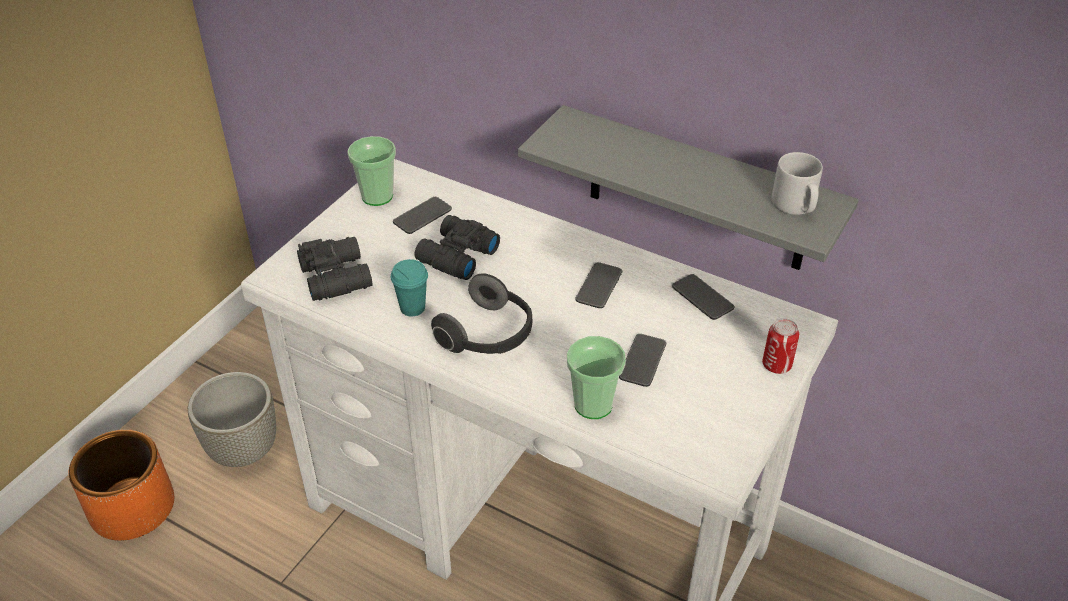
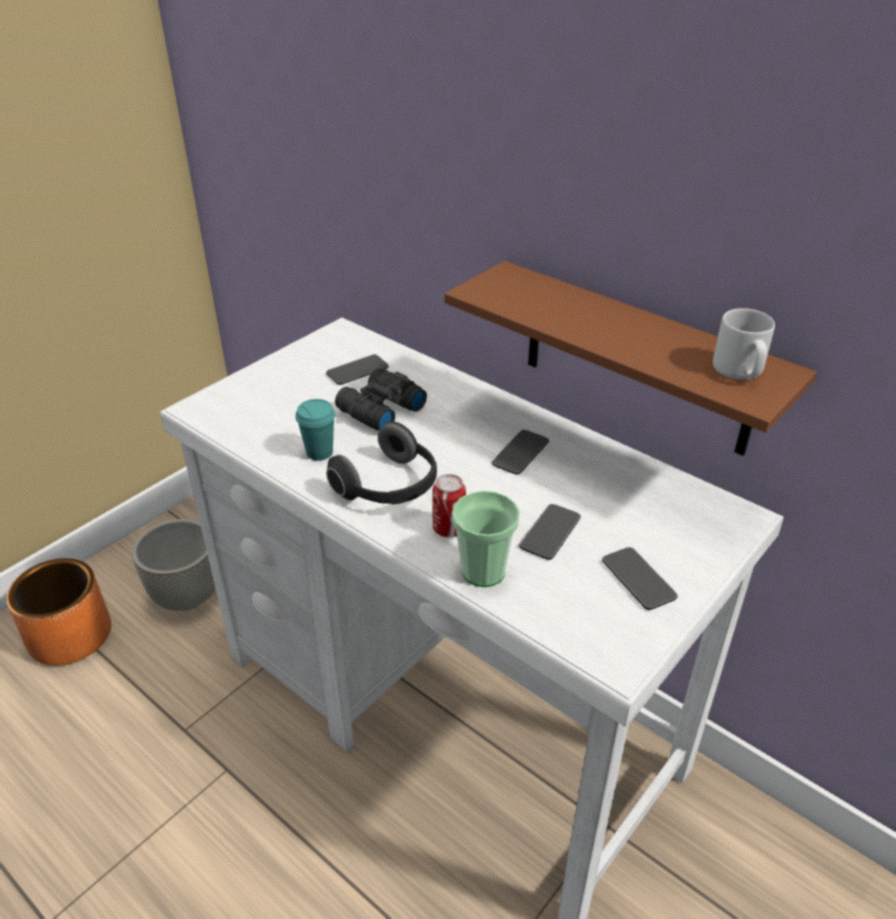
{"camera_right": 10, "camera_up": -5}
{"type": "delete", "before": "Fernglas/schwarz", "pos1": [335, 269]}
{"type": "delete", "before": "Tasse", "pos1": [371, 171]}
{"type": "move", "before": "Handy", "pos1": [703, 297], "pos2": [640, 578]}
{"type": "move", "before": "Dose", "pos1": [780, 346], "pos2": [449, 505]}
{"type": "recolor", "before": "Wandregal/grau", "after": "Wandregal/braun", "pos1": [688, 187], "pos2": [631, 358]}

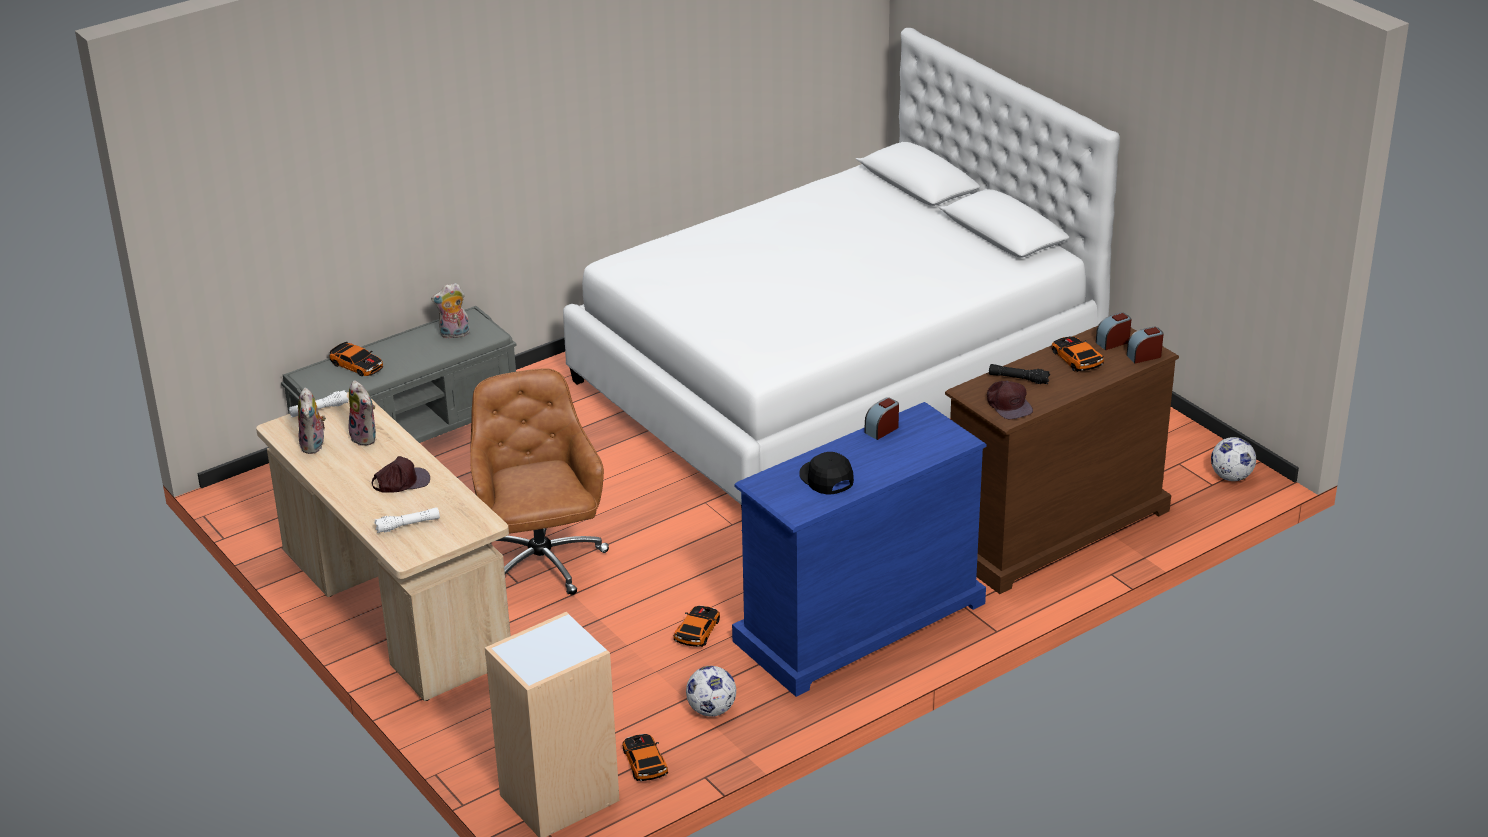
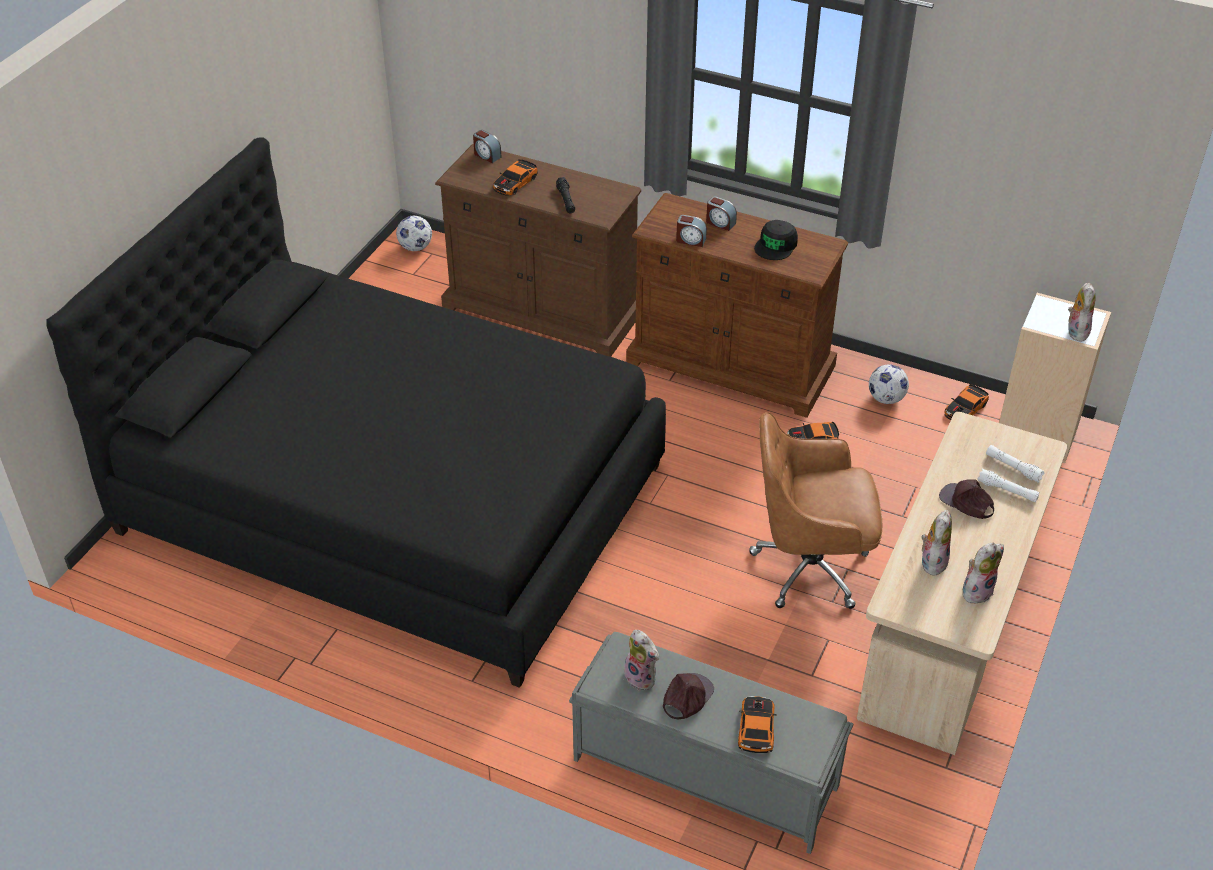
{"camera_right": -120, "camera_up": 10}
{"type": "insert", "after": "Plüschtier", "pos2": [1081, 312]}
{"type": "move", "before": "Taschenlampe/weiß", "pos1": [319, 403], "pos2": [1008, 485]}
{"type": "move", "before": "Kappe/braun", "pos1": [1010, 400], "pos2": [688, 696]}
{"type": "move", "before": "Wecker", "pos1": [1113, 331], "pos2": [721, 214]}
{"type": "recolor", "before": "Bett/weiß", "after": "Bett/schwarz", "pos1": [841, 268], "pos2": [356, 412]}
{"type": "recolor", "before": "Kommode/blau", "after": "Kommode/braun", "pos1": [859, 549], "pos2": [737, 305]}
{"type": "rotate", "before": "Bürostuhl/braun", "pos1": [539, 481], "pos2": [815, 510], "turn": 45}

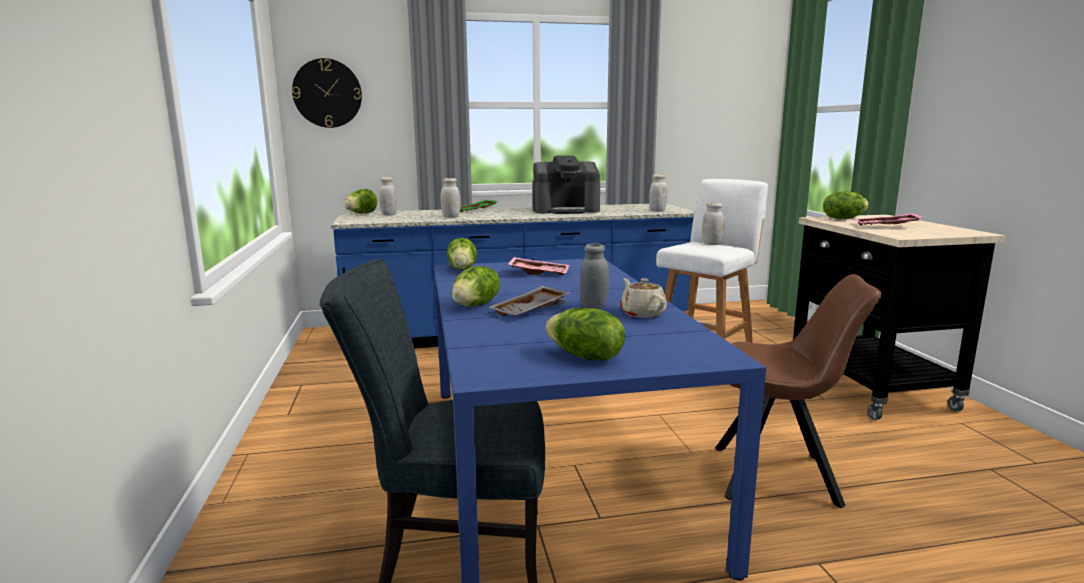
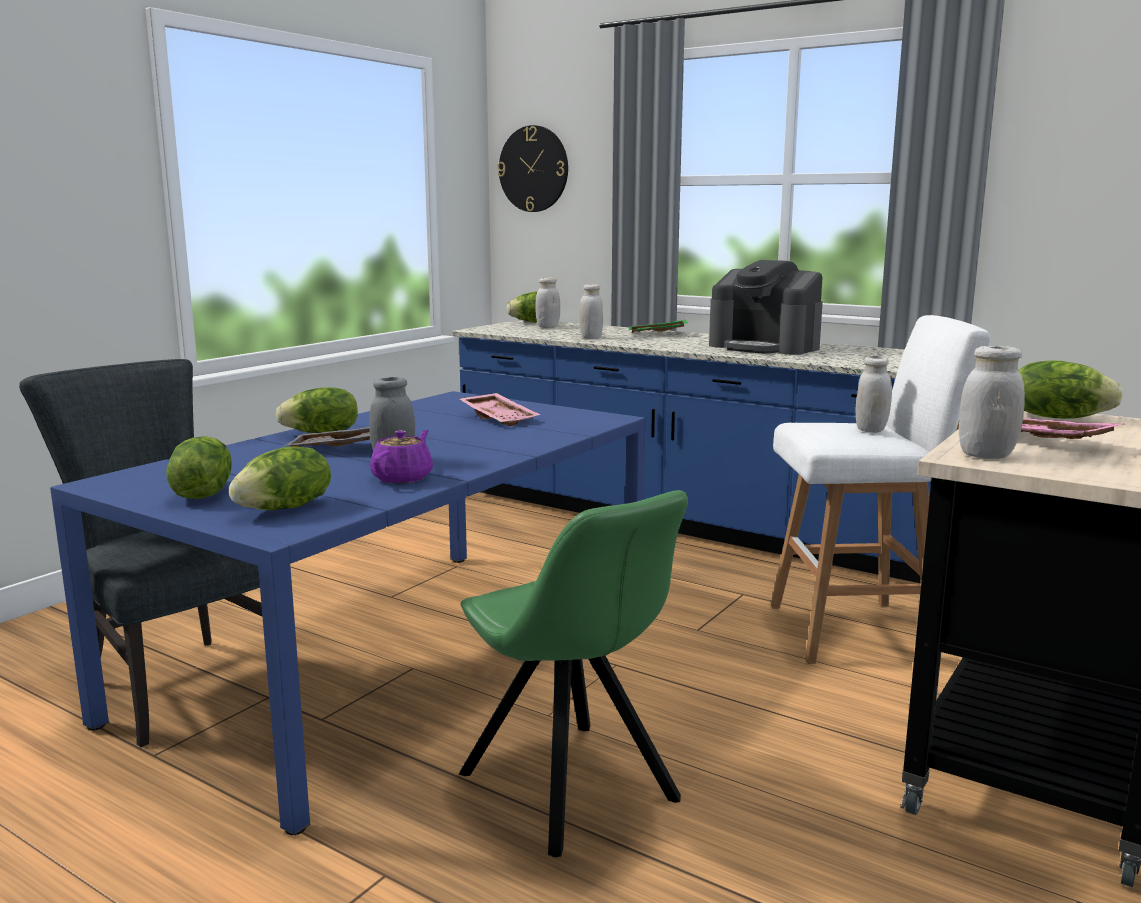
{"camera_right": 45, "camera_up": 0}
{"type": "move", "before": "Salatkopf", "pos1": [462, 254], "pos2": [280, 478]}
{"type": "move", "before": "Vorratsglas/weiß", "pos1": [658, 193], "pos2": [992, 402]}
{"type": "recolor", "before": "Teekanne/beige", "after": "Teekanne/lila", "pos1": [643, 298], "pos2": [401, 457]}
{"type": "recolor", "before": "Stuhl/braun", "after": "Stuhl/grün", "pos1": [798, 391], "pos2": [573, 673]}

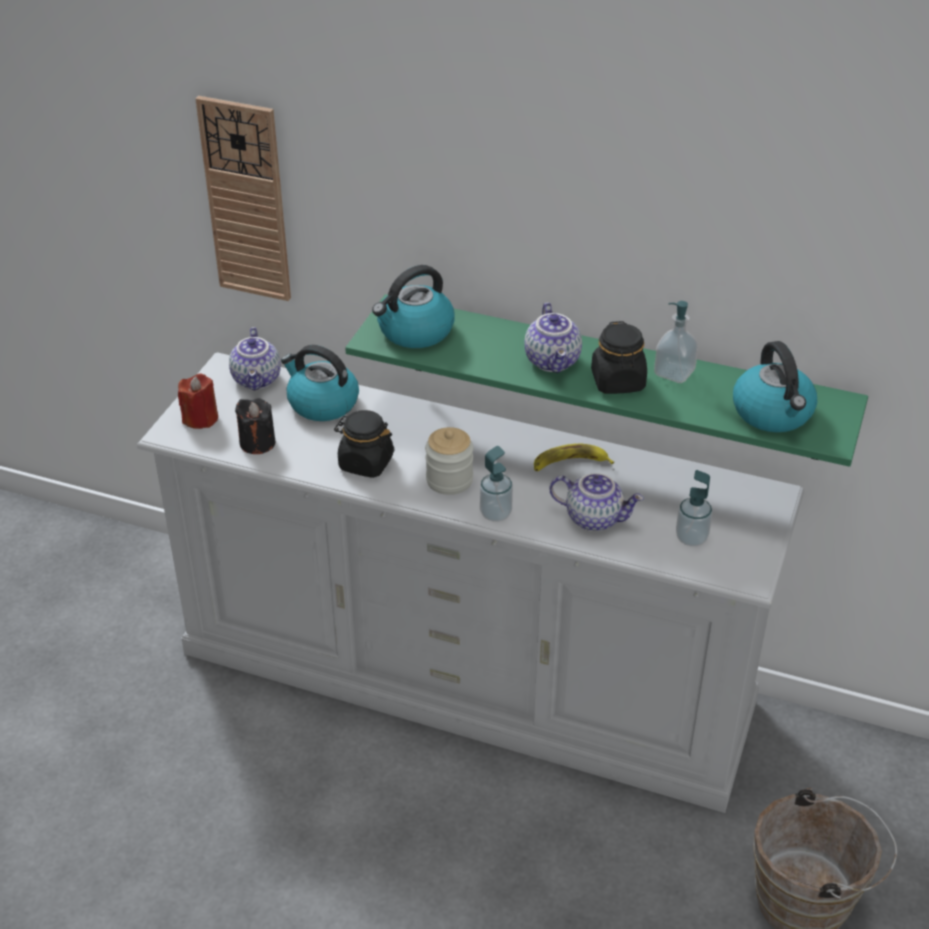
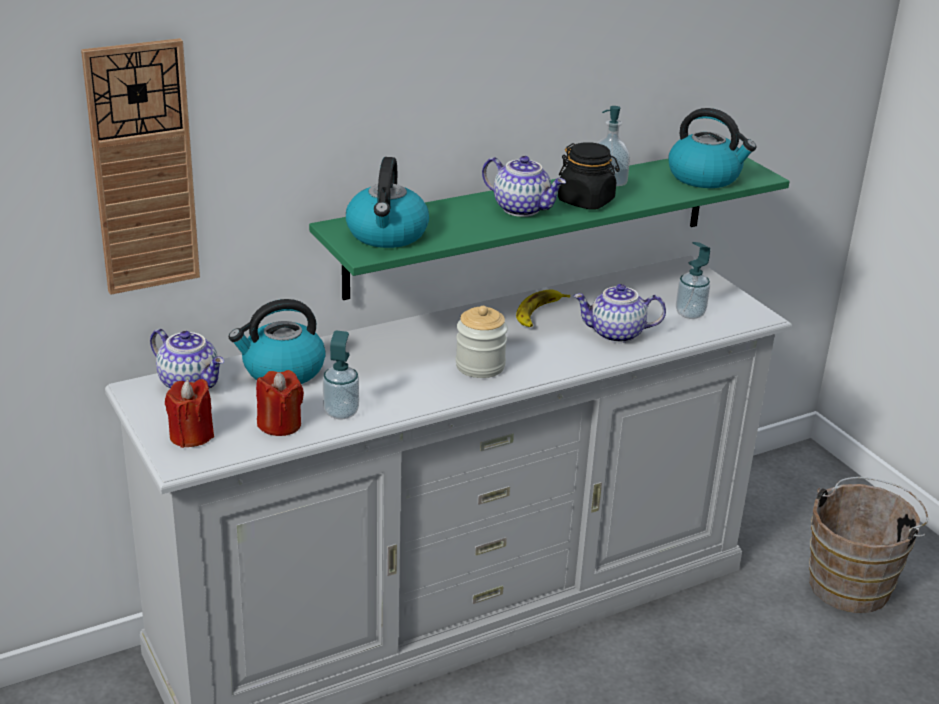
{"camera_right": -50, "camera_up": -10}
{"type": "delete", "before": "Vorratsglas/schwarz", "pos1": [364, 444]}
{"type": "move", "before": "Seifenspender", "pos1": [496, 484], "pos2": [341, 374]}
{"type": "recolor", "before": "Kerze/schwarz", "after": "Kerze/rot", "pos1": [255, 426], "pos2": [280, 403]}
{"type": "rotate", "before": "Teekanne", "pos1": [597, 502], "pos2": [619, 313], "turn": -150}

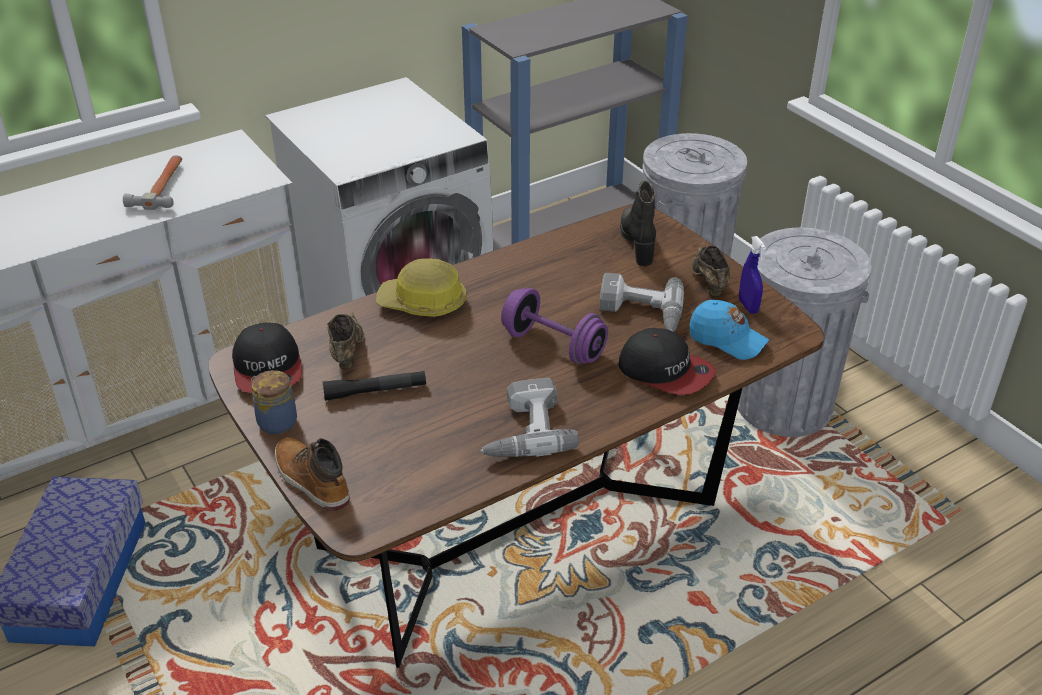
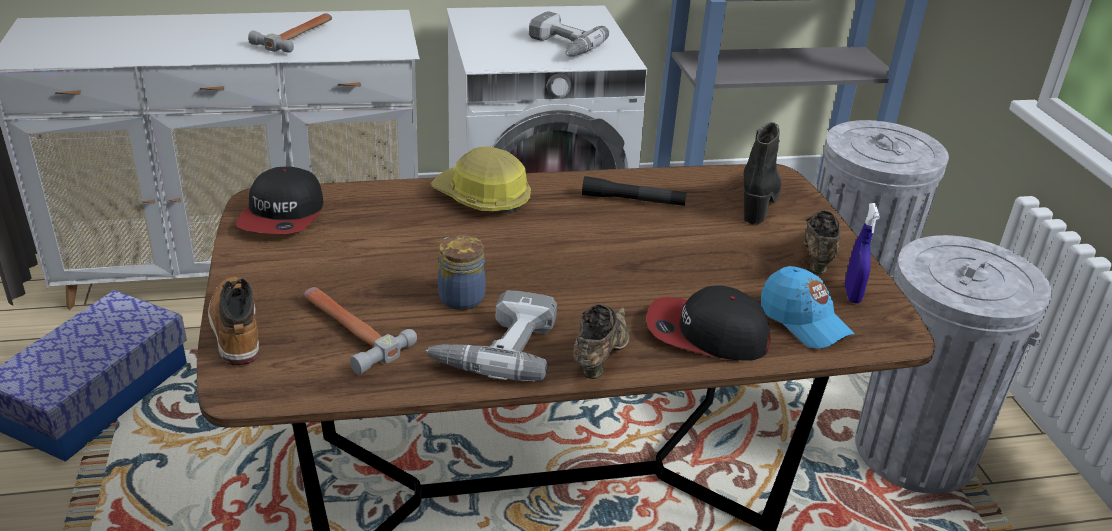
{"camera_right": 20, "camera_up": -5}
{"type": "delete", "before": "Hantel/lila", "pos1": [554, 326]}
{"type": "insert", "after": "Hammer", "pos2": [360, 331]}
{"type": "move", "before": "Vorratsglas", "pos1": [274, 402], "pos2": [462, 272]}
{"type": "move", "before": "Taschenlampe/schwarz", "pos1": [374, 386], "pos2": [634, 191]}
{"type": "move", "before": "Schuh/braun", "pos1": [345, 340], "pos2": [601, 341]}
{"type": "move", "before": "Bohrmaschine", "pos1": [641, 302], "pos2": [569, 34]}
{"type": "rotate", "before": "Kappe", "pos1": [667, 361], "pos2": [708, 323], "turn": 135}

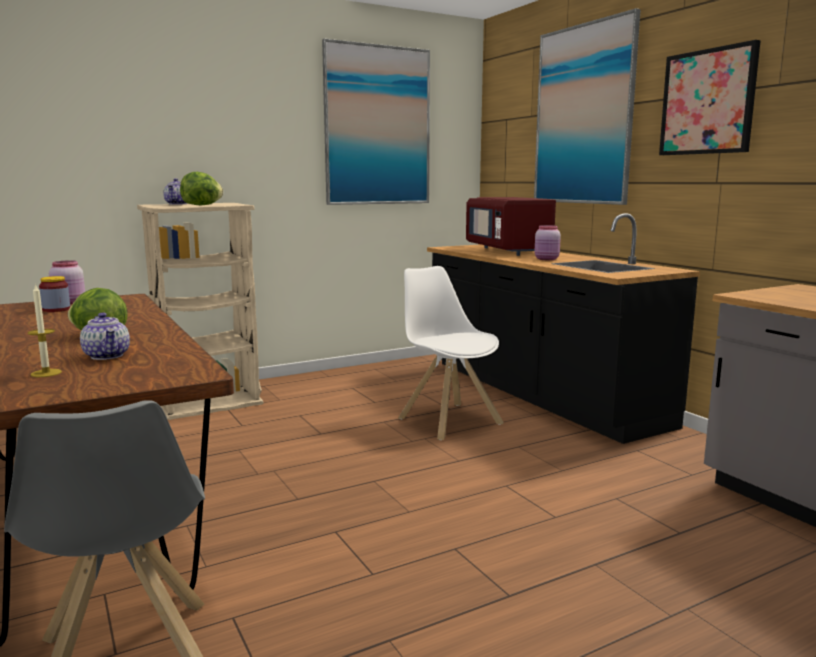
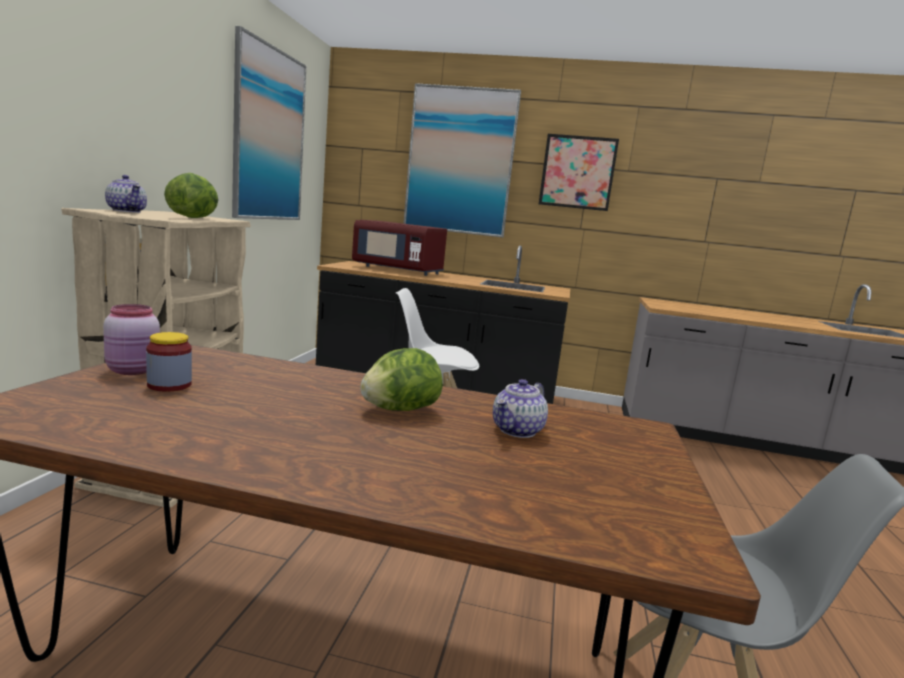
{"camera_right": -50, "camera_up": 0}
{"type": "delete", "before": "Kerze", "pos1": [45, 330]}
{"type": "delete", "before": "Vorratsglas/rosa", "pos1": [548, 242]}
{"type": "rotate", "before": "Teekanne", "pos1": [105, 336], "pos2": [520, 408], "turn": 120}

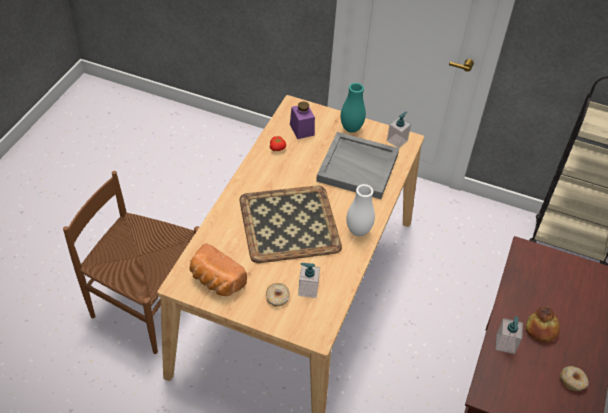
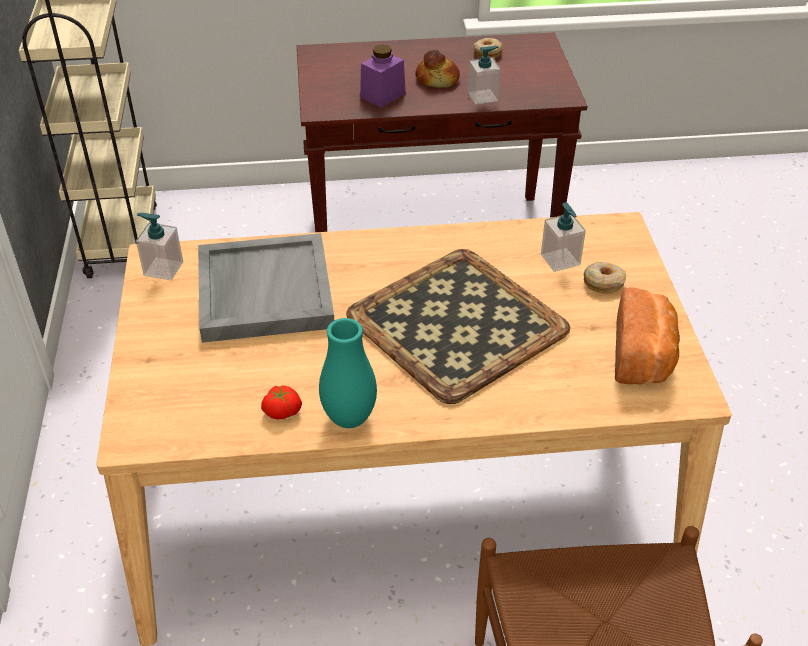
{"camera_right": -115, "camera_up": -5}
{"type": "delete", "before": "Vase/weiß", "pos1": [360, 210]}
{"type": "move", "before": "Vorratsglas/lila", "pos1": [302, 120], "pos2": [383, 76]}
{"type": "move", "before": "Vase/türkis", "pos1": [353, 108], "pos2": [348, 373]}

